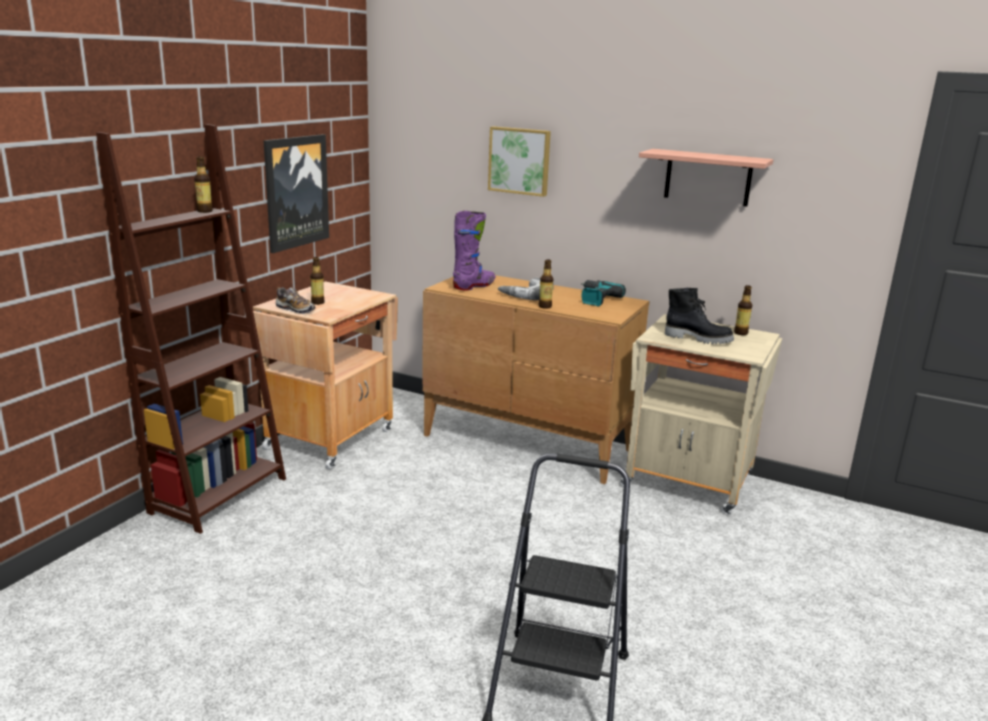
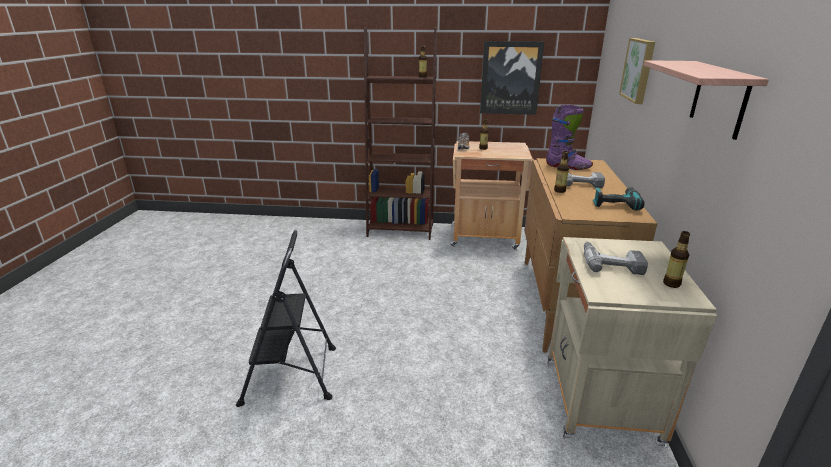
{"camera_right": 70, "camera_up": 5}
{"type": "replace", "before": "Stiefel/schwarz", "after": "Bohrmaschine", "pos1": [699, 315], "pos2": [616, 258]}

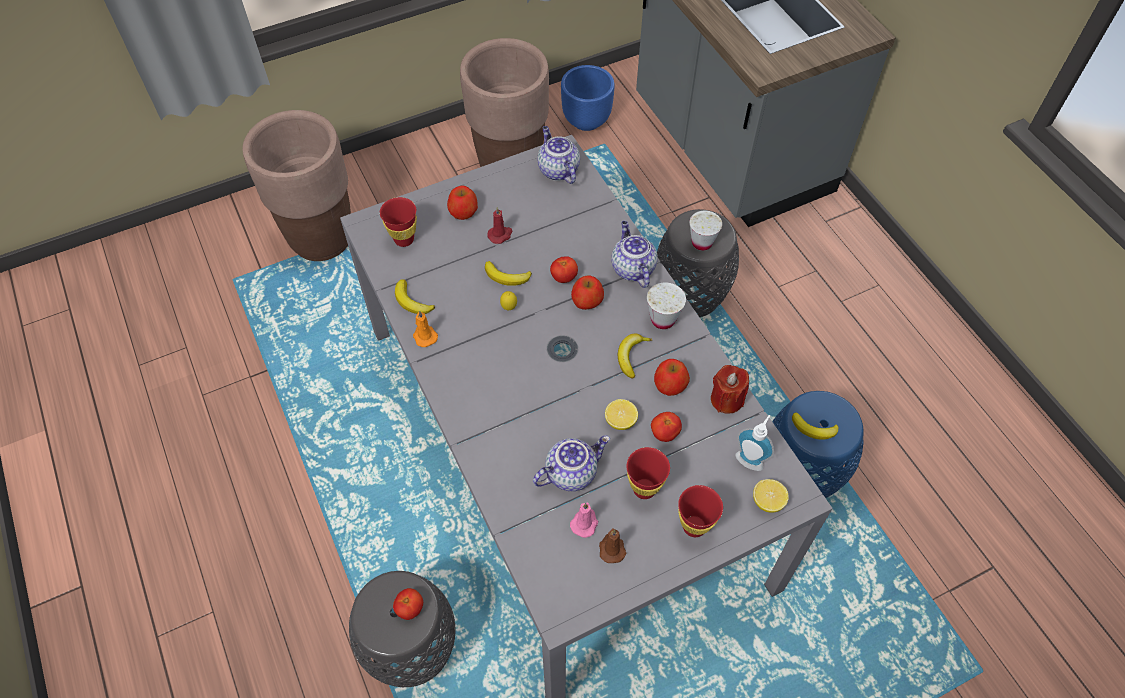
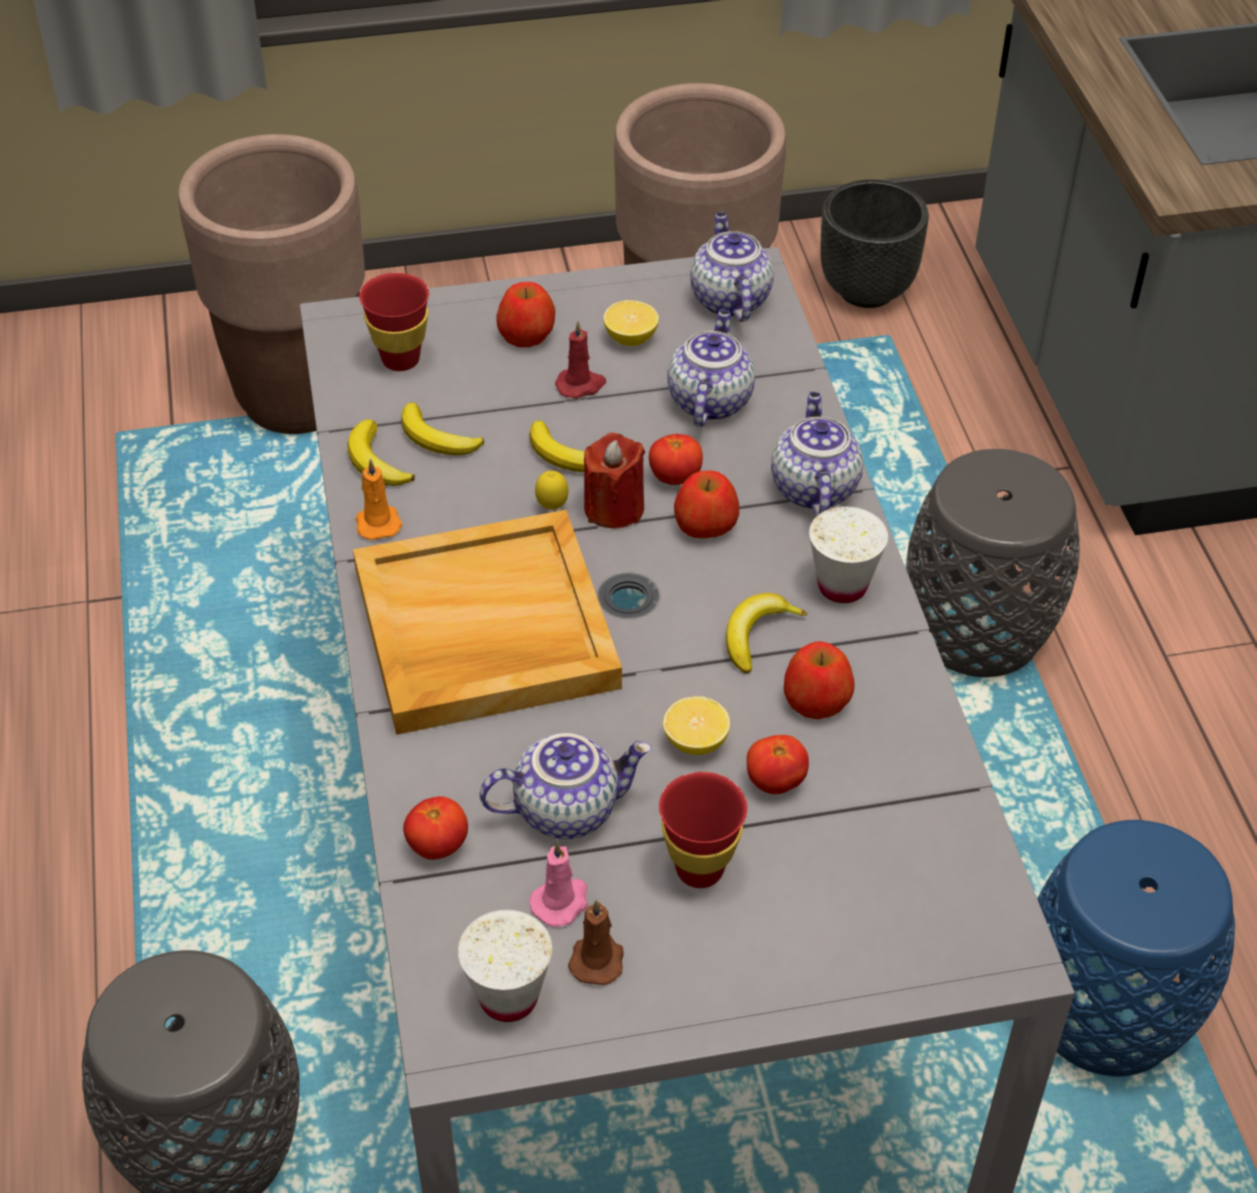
{"camera_right": 15, "camera_up": -10}
{"type": "delete", "before": "Tasse/rot", "pos1": [700, 511]}
{"type": "delete", "before": "Seifenspender", "pos1": [754, 443]}
{"type": "insert", "after": "Tablett/beige", "pos2": [487, 622]}
{"type": "insert", "after": "Teekanne", "pos2": [711, 368]}
{"type": "move", "before": "Tomate", "pos1": [408, 604], "pos2": [435, 828]}
{"type": "move", "before": "Tasse/weiß", "pos1": [705, 231], "pos2": [505, 966]}
{"type": "move", "before": "Kerze/rot", "pos1": [730, 389], "pos2": [614, 481]}
{"type": "move", "before": "Zitrone", "pos1": [771, 496], "pos2": [631, 323]}
{"type": "move", "before": "Banane", "pos1": [815, 426], "pos2": [442, 429]}
{"type": "recolor", "before": "Pflanzkübel/blau", "after": "Pflanzkübel/schwarz", "pos1": [588, 98], "pos2": [874, 243]}

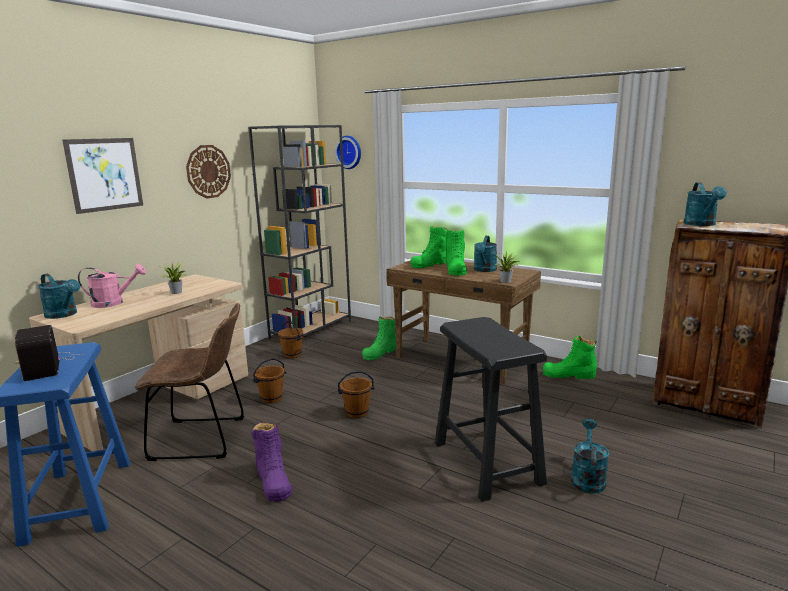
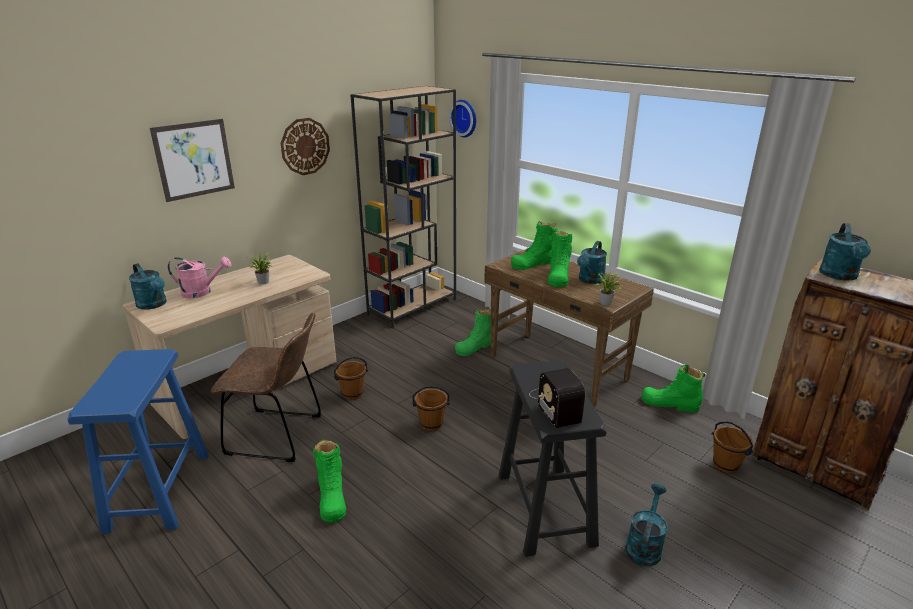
{"camera_right": 10, "camera_up": 10}
{"type": "move", "before": "Radio", "pos1": [48, 353], "pos2": [557, 398]}
{"type": "move", "before": "Eimer/braun", "pos1": [291, 339], "pos2": [732, 448]}
{"type": "recolor", "before": "Stiefel/lila", "after": "Stiefel/grün", "pos1": [271, 462], "pos2": [329, 481]}

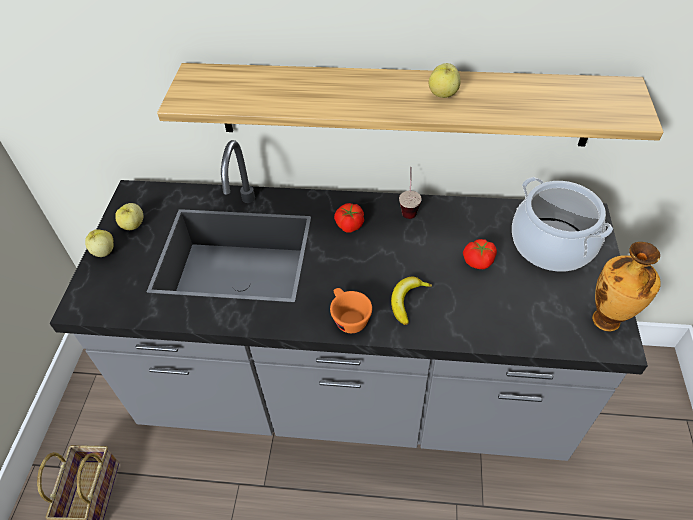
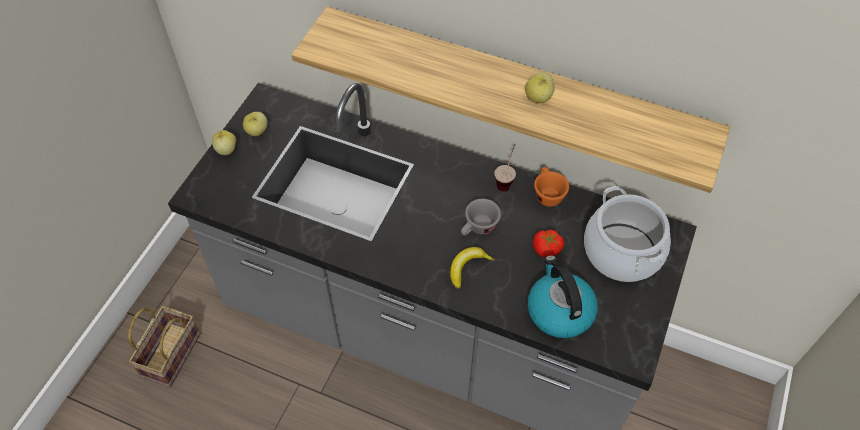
{"camera_right": 15, "camera_up": 5}
{"type": "delete", "before": "Tomate", "pos1": [349, 218]}
{"type": "delete", "before": "Vase", "pos1": [626, 286]}
{"type": "insert", "after": "Tasse/grau", "pos2": [481, 217]}
{"type": "insert", "after": "Wasserkessel", "pos2": [562, 296]}
{"type": "move", "before": "Tasse/orange", "pos1": [351, 310], "pos2": [551, 187]}

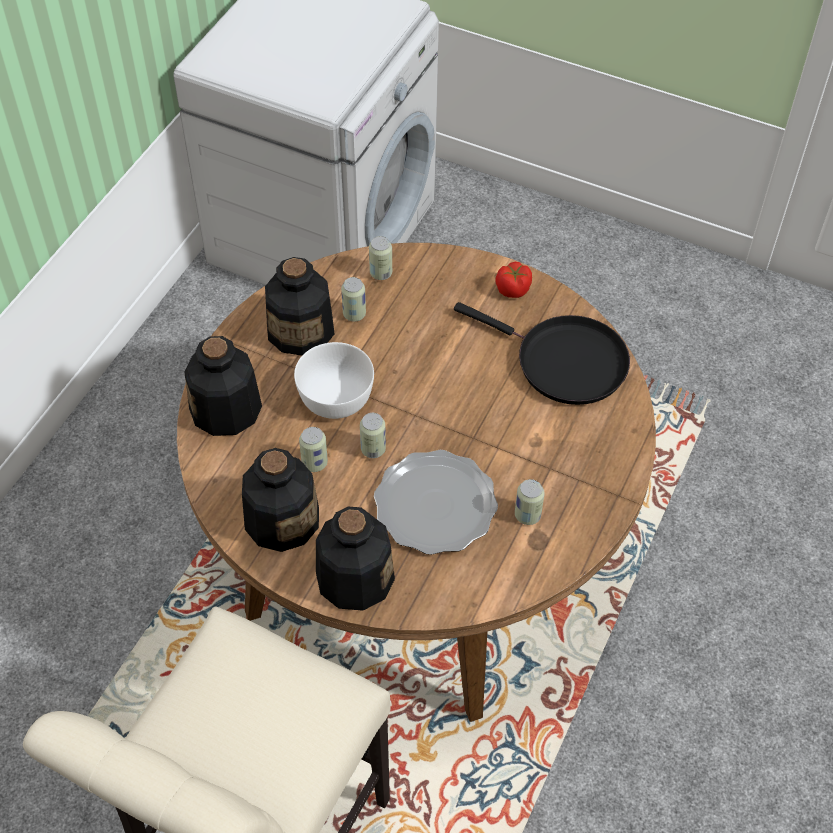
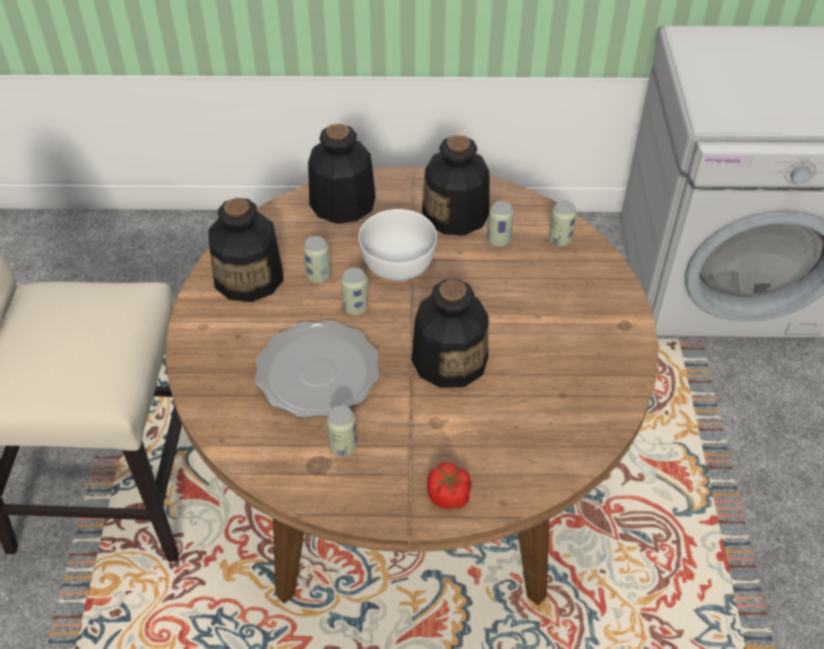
{"camera_right": 65, "camera_up": -5}
{"type": "delete", "before": "Pfanne/schwarz", "pos1": [542, 353]}
{"type": "move", "before": "Flasche", "pos1": [355, 559], "pos2": [450, 333]}
{"type": "move", "before": "Tomate", "pos1": [513, 280], "pos2": [449, 485]}

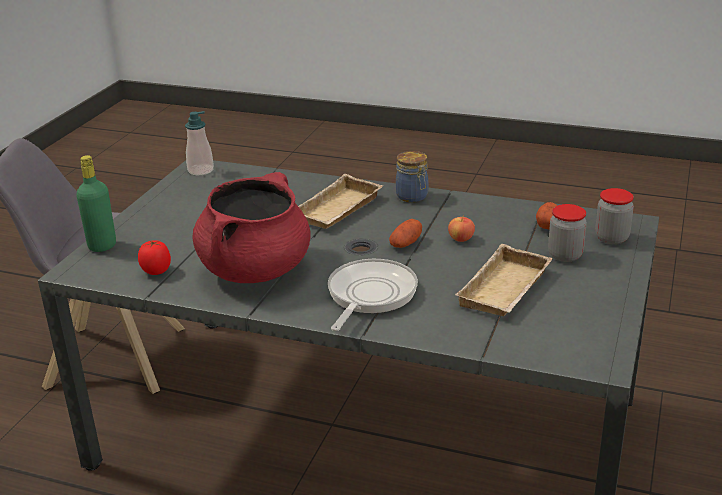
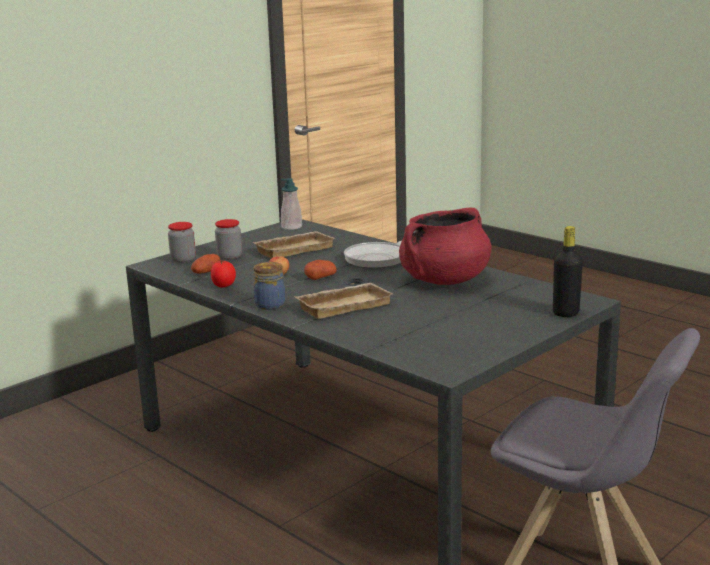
{"camera_right": -155, "camera_up": -10}
{"type": "move", "before": "Tomate", "pos1": [154, 257], "pos2": [223, 274]}
{"type": "move", "before": "Seifenspender", "pos1": [199, 143], "pos2": [291, 204]}
{"type": "recolor", "before": "Flasche/grün", "after": "Flasche/schwarz", "pos1": [96, 203], "pos2": [568, 271]}

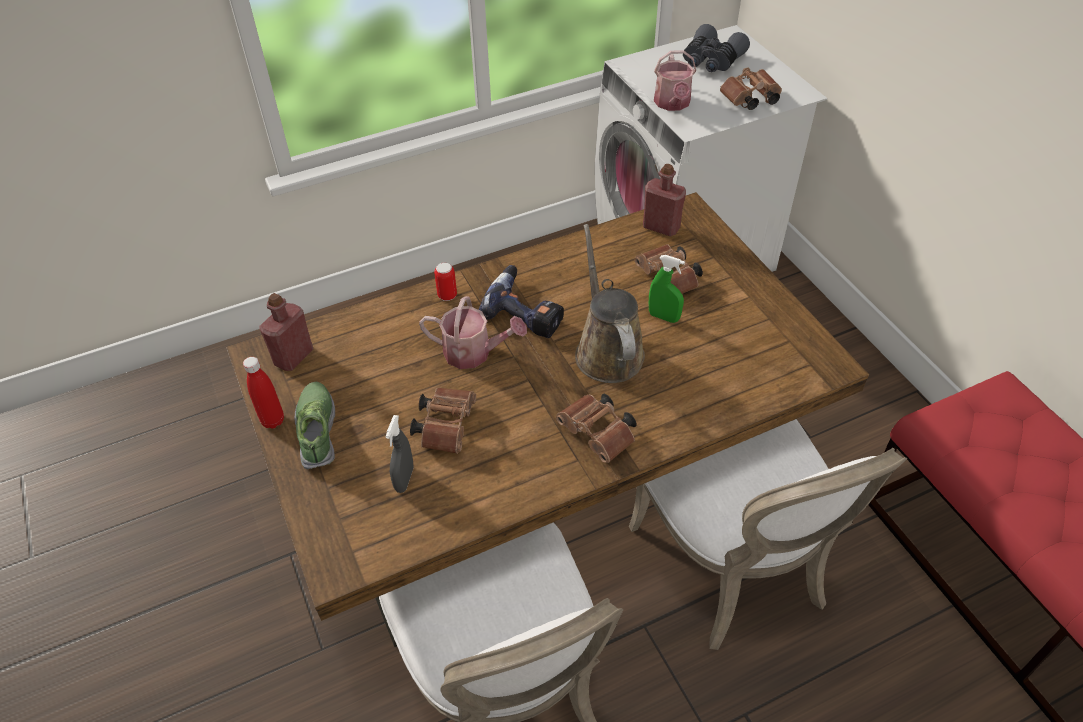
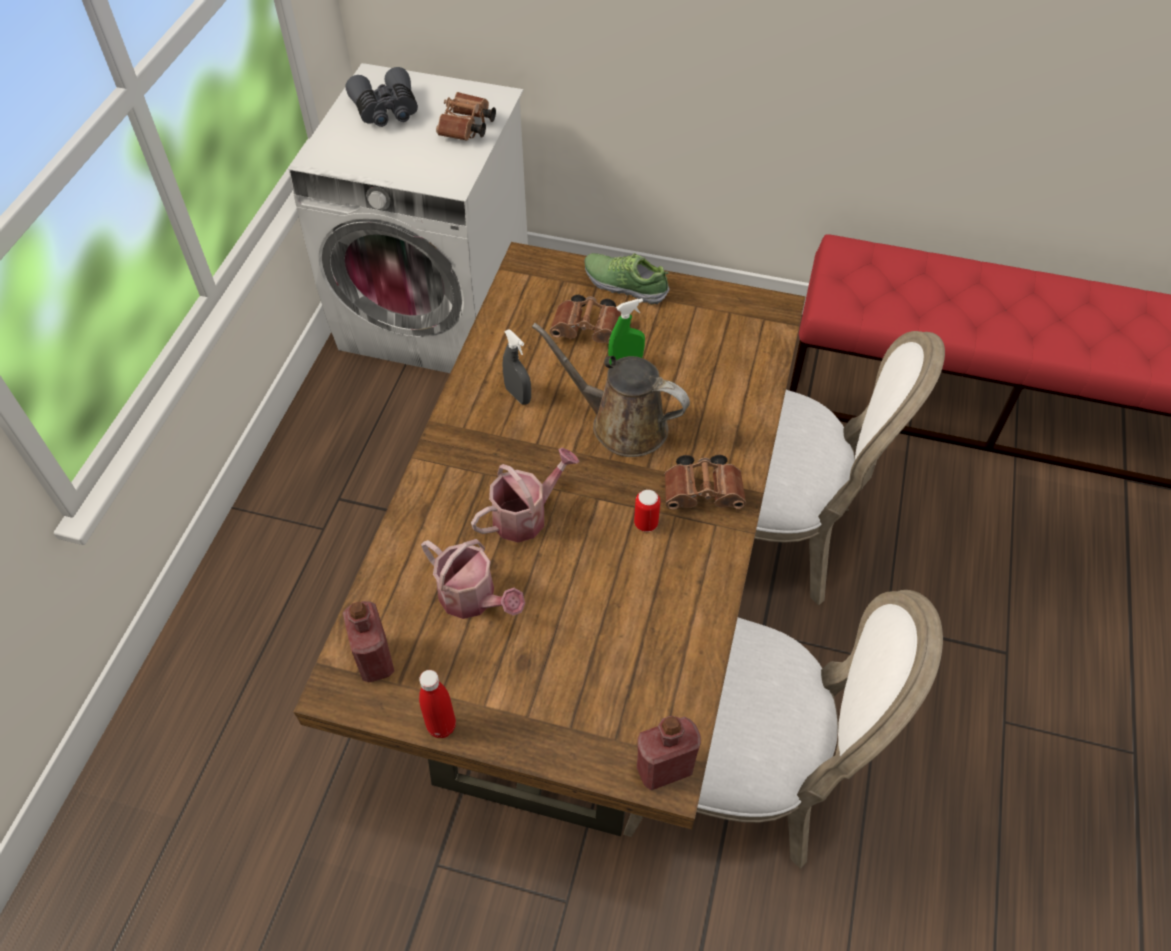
{"camera_right": -50, "camera_up": 5}
{"type": "delete", "before": "Fernglas/braun", "pos1": [443, 421]}
{"type": "delete", "before": "Bohrmaschine", "pos1": [521, 301]}
{"type": "move", "before": "Schuh", "pos1": [315, 425], "pos2": [627, 278]}
{"type": "move", "before": "Sprühflasche/grau", "pos1": [400, 454], "pos2": [516, 367]}
{"type": "move", "before": "Dose", "pos1": [445, 282], "pos2": [647, 511]}
{"type": "move", "before": "Flasche/rot", "pos1": [664, 200], "pos2": [669, 753]}
{"type": "move", "before": "Gießkanne", "pos1": [675, 80], "pos2": [473, 579]}

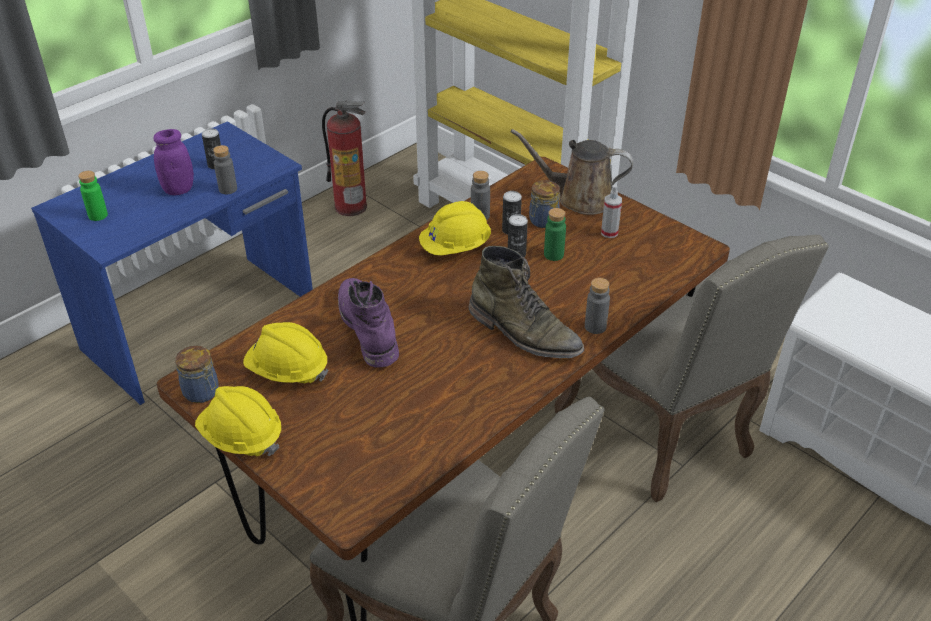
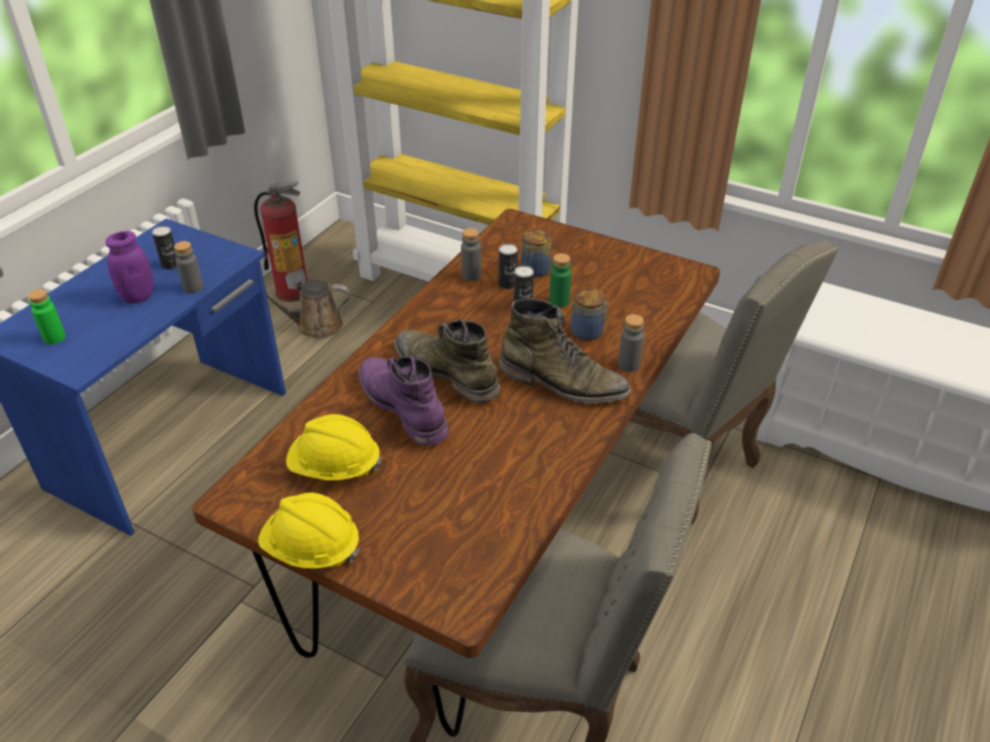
{"camera_right": -15, "camera_up": 0}
{"type": "delete", "before": "Schutzhelm/gelb", "pos1": [455, 228]}
{"type": "delete", "before": "Sprühflasche", "pos1": [611, 211]}
{"type": "insert", "after": "Stiefel/grün", "pos2": [447, 361]}
{"type": "move", "before": "Vorratsglas", "pos1": [197, 374], "pos2": [590, 314]}
{"type": "move", "before": "Gießkanne/braun", "pos1": [572, 172], "pos2": [308, 309]}

